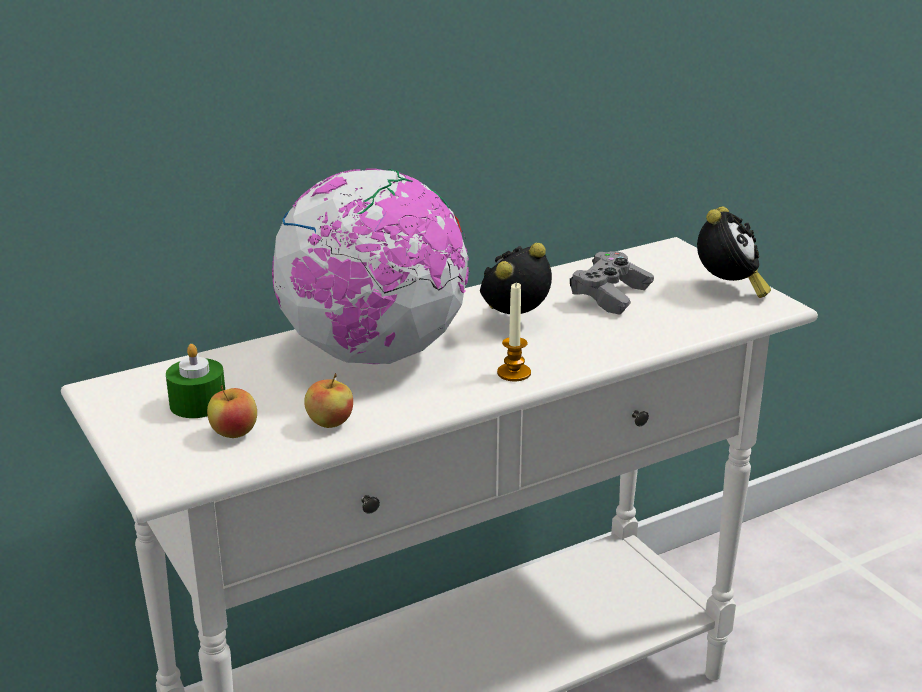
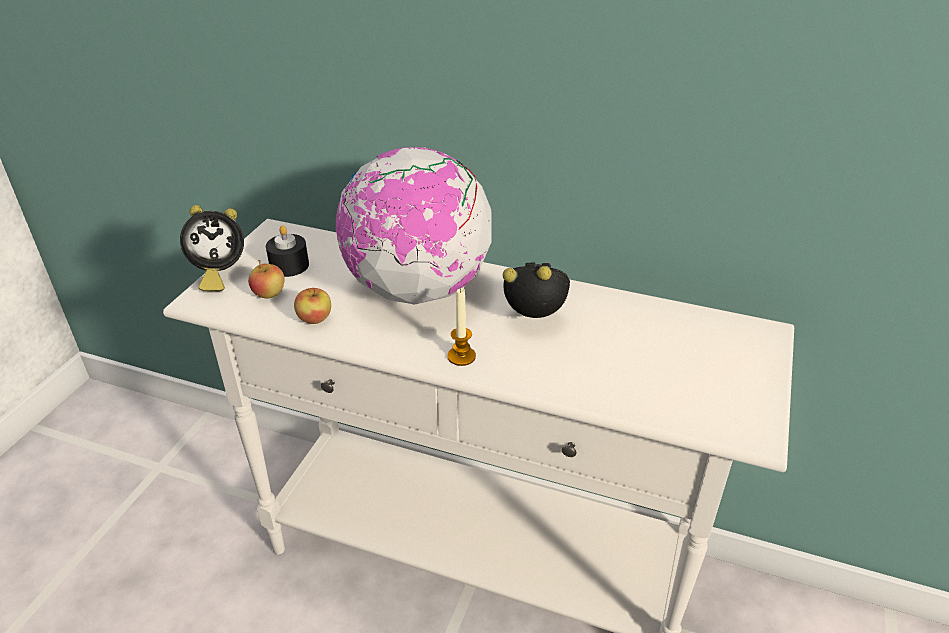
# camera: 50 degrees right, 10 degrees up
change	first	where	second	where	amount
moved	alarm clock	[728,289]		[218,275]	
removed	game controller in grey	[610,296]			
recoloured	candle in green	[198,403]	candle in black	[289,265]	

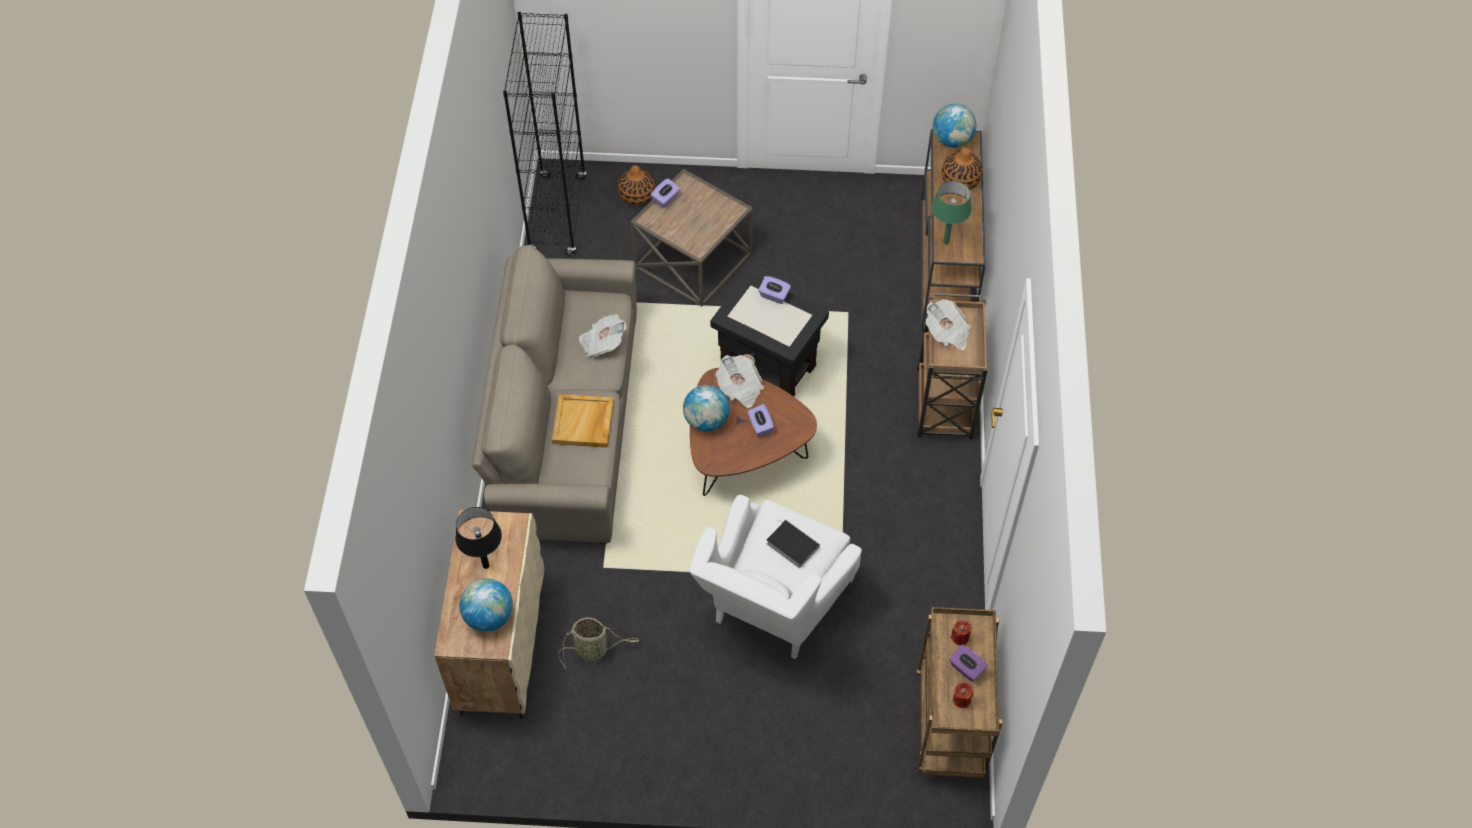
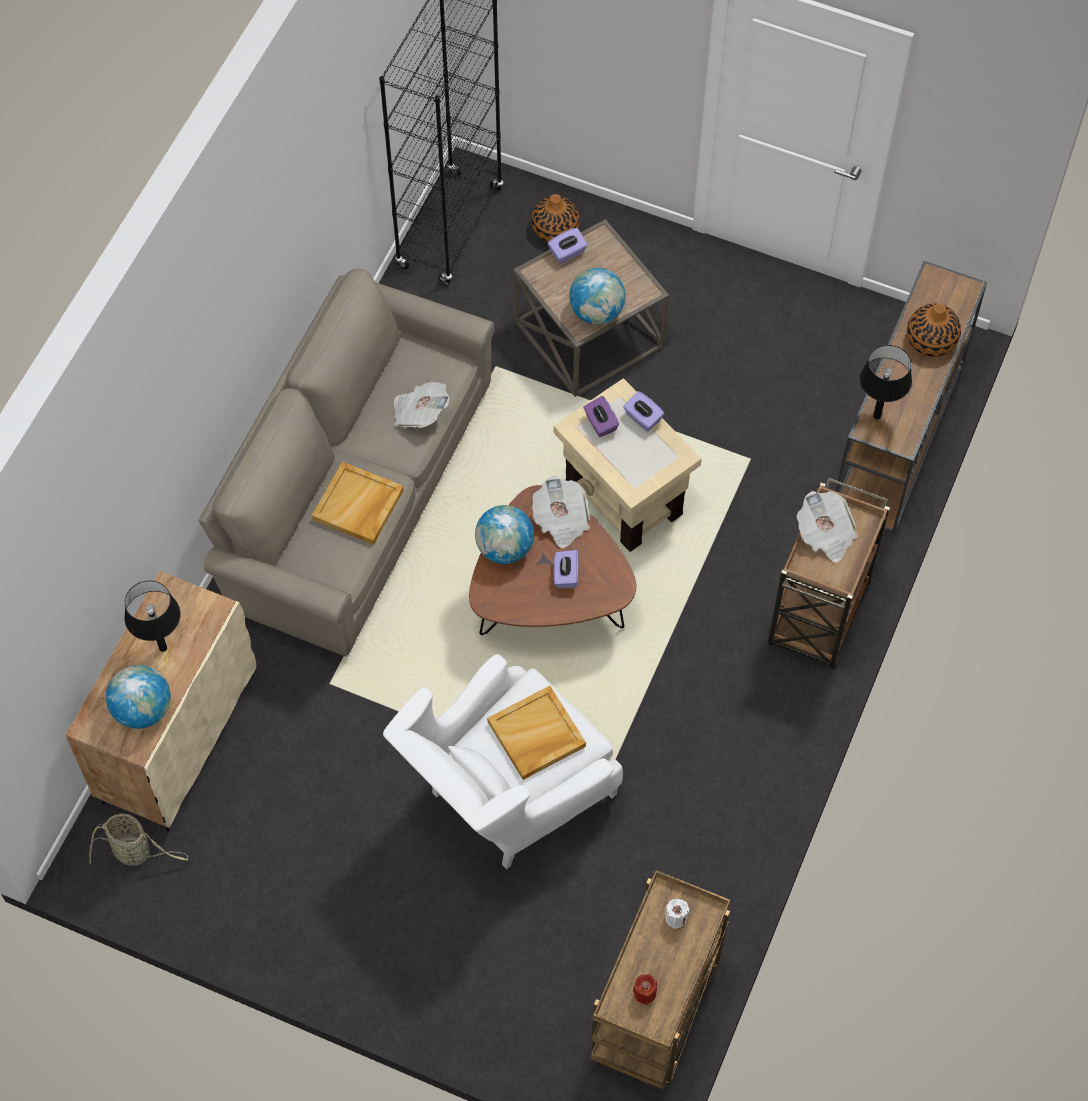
# camera: 20 degrees right, 5 degrees up
change	first	where	second	where	amount
moved	globe	[952,140]		[596,312]	
recoloured	table lamp in green	[945,242]	table lamp in black	[876,416]	
recoloured	side table in black	[768,368]	side table in beige	[622,499]	
replaced	book	[791,545]	tray in beige	[536,735]	
moved	basket	[594,650]		[135,852]	
recoloured	candle in red	[960,637]	candle in white	[676,918]	
moved	tissue box in purple	[966,668]		[600,423]	

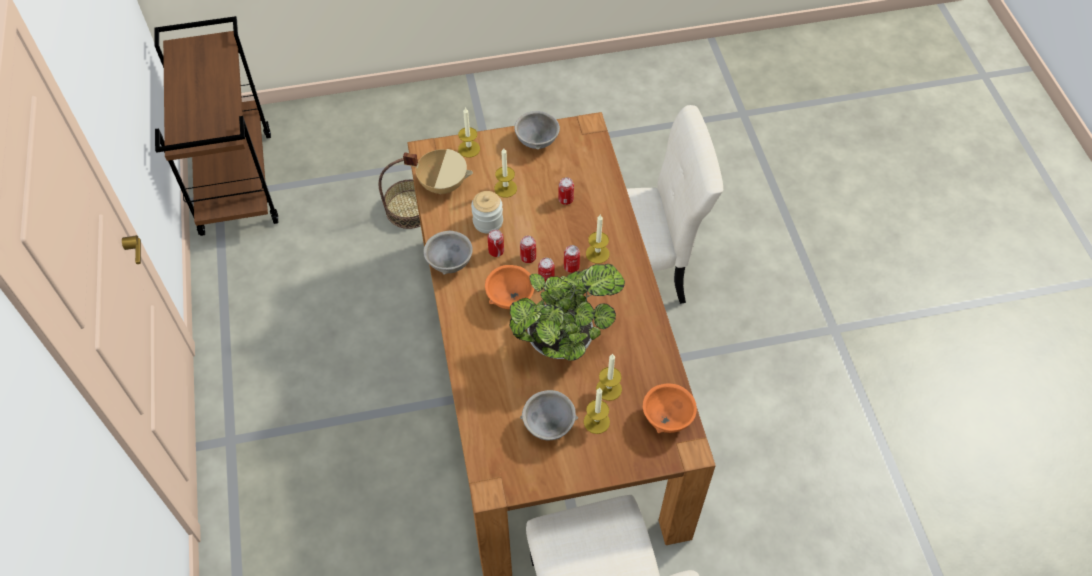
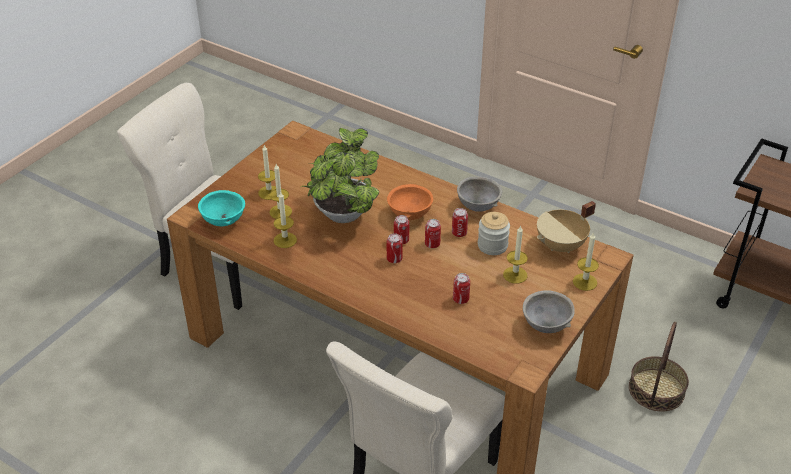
# camera: 135 degrees right, 15 degrees down
change	first	where	second	where	amount
moved	candle	[597,253]		[285,240]	
recoloured	bowl in orange	[666,418]	bowl in turquoise	[224,221]	
removed	bowl in grey	[549,426]			

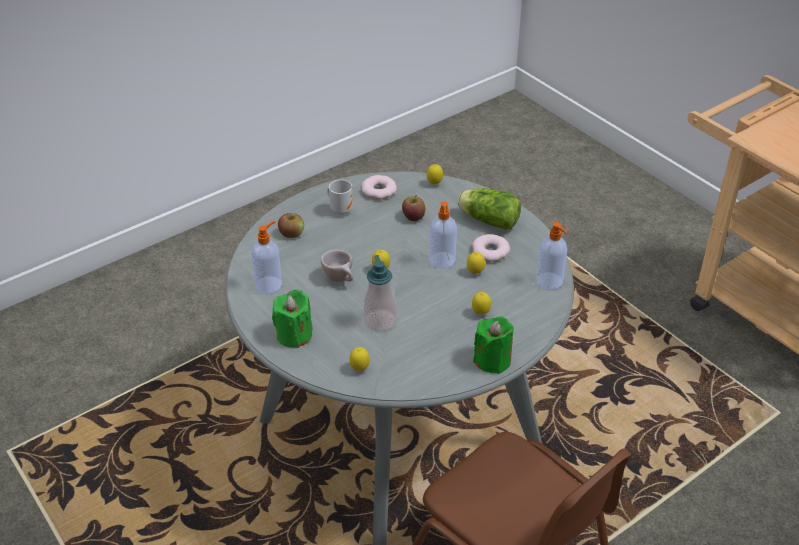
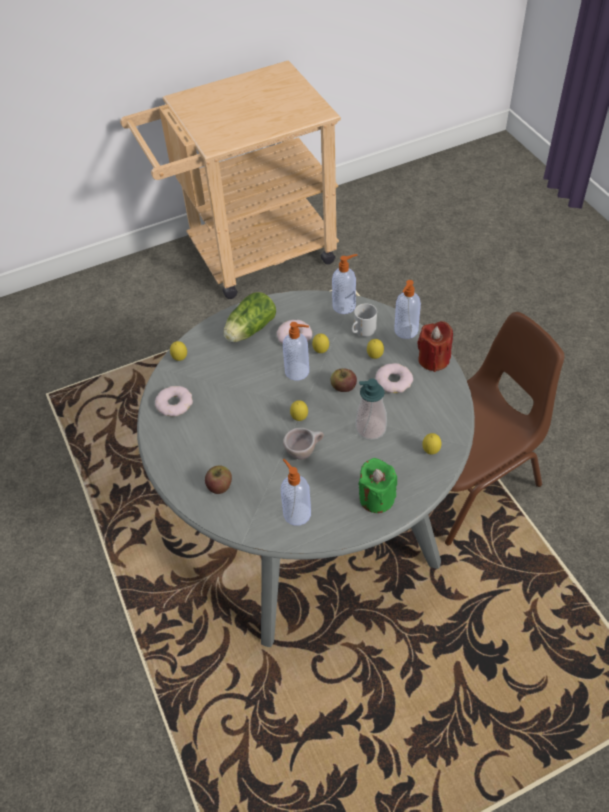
# camera: 75 degrees left, 10 degrees up
change	first	where	second	where	amount
moved	mug	[340,210]		[363,332]	
moved	apple	[413,217]		[343,387]	
recoloured	candle in green	[492,360]	candle in red	[433,359]	
added			soap dispenser	[405,331]	
added			donut	[394,381]	

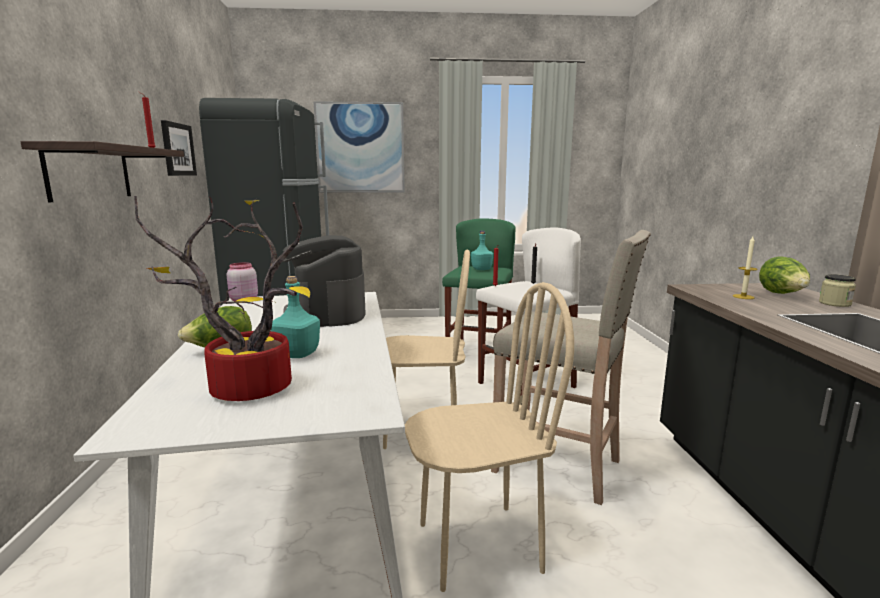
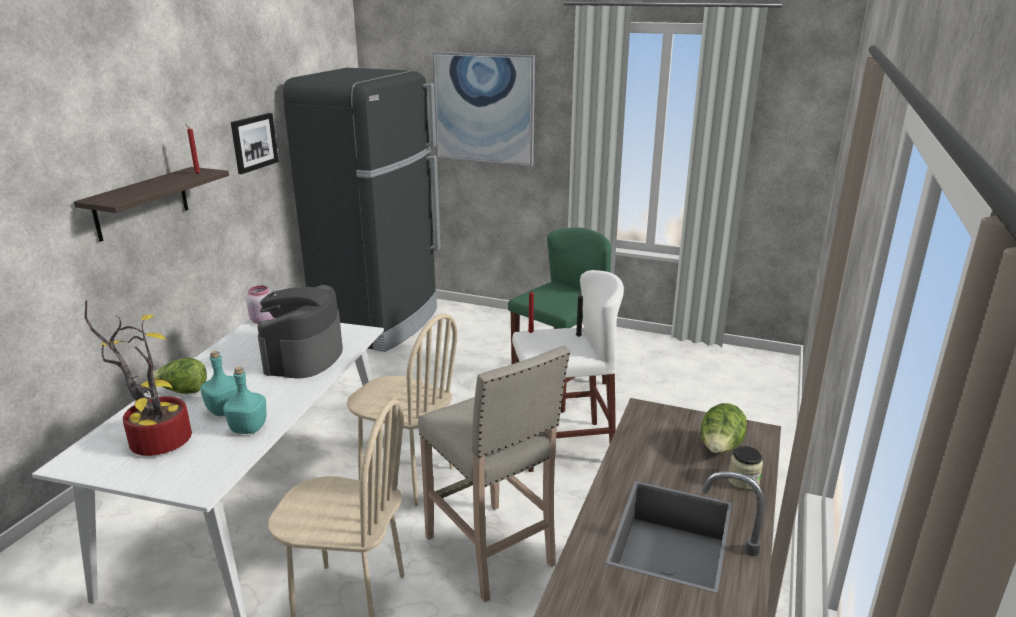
# camera: 25 degrees right, 10 degrees up
change	first	where	second	where	amount
moved	bottle in turquoise	[482,269]		[249,428]	
removed	candle	[743,297]			

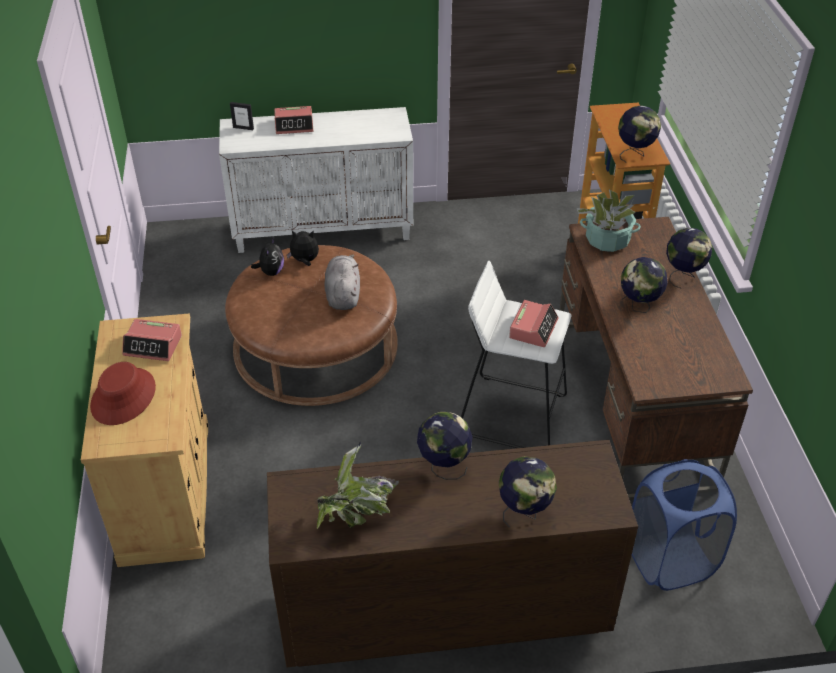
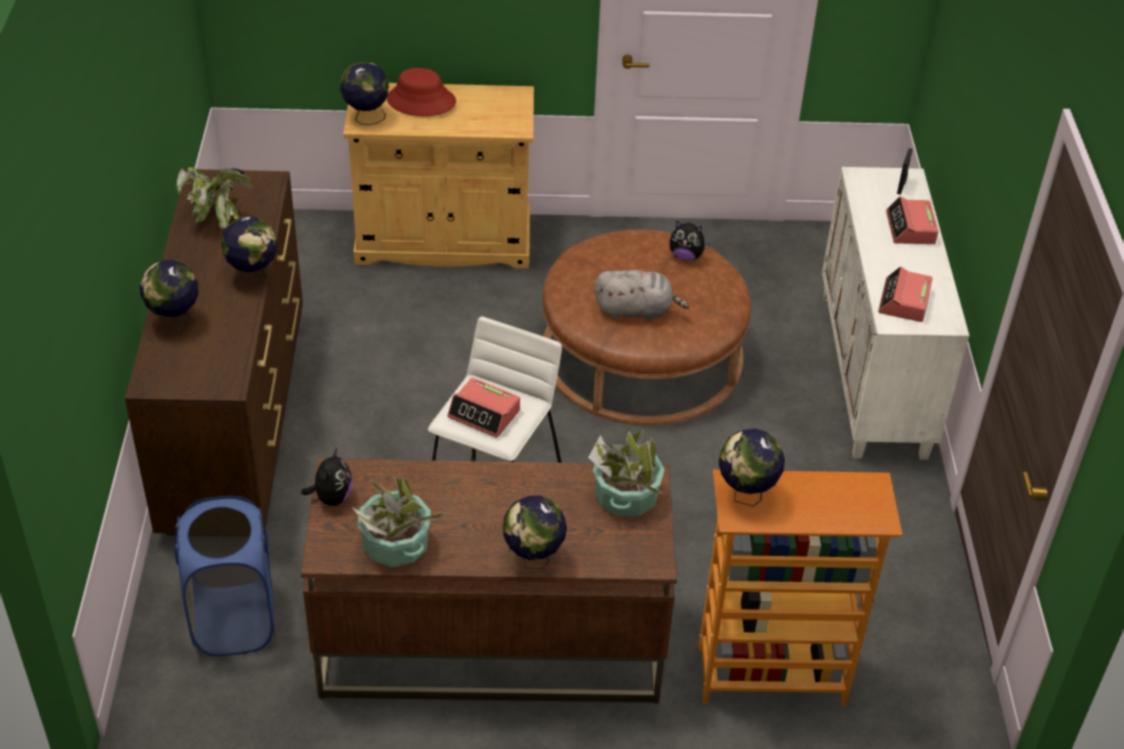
# camera: 95 degrees right, 0 degrees up
change	first	where	second	where	amount
moved	plush toy	[305,261]		[332,498]	
moved	globe	[638,306]		[366,118]	
moved	alarm clock	[153,345]		[904,301]	
added			potted plant	[395,545]	

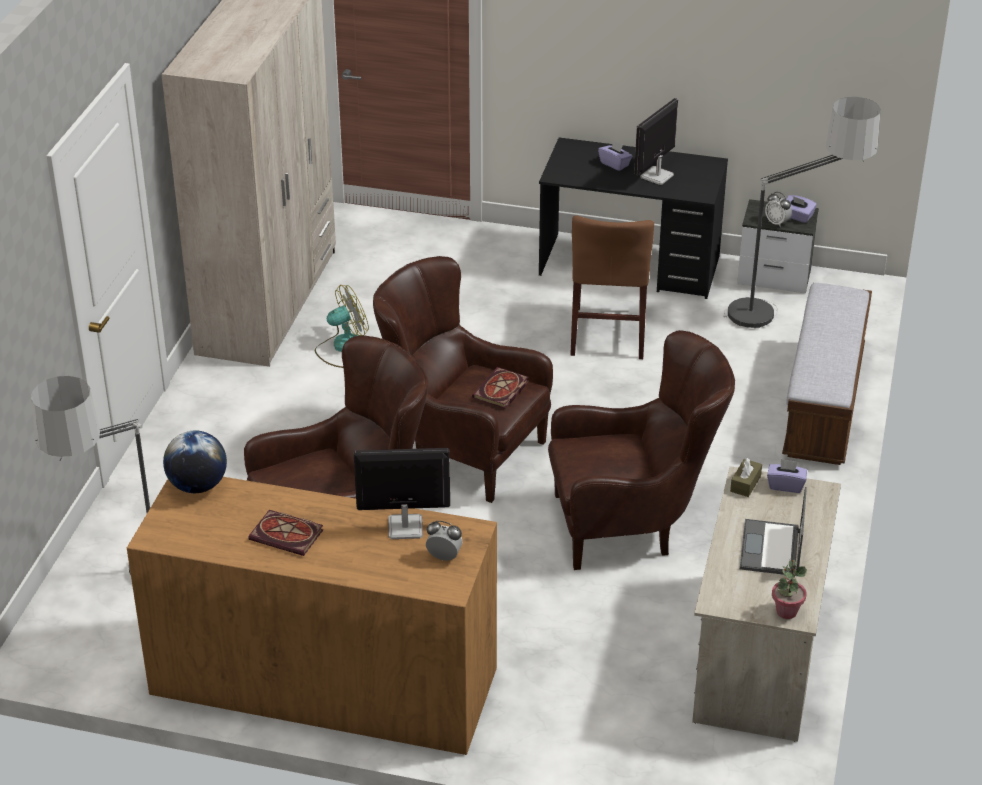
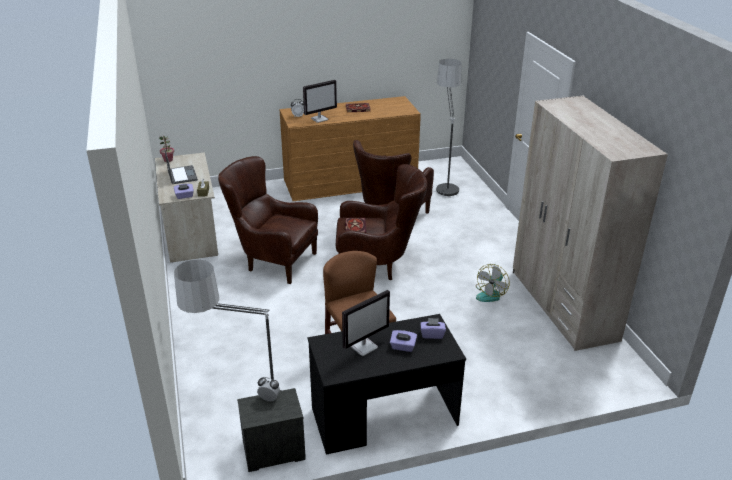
# camera: 150 degrees right, 5 degrees down
change	first	where	second	where	amount
turned	monitor	[656,176]		[364,346]	45 degrees clockwise
moved	tissue box in purple	[797,217]		[432,334]	
removed	bench	[823,403]			
turned	armchair in brown	[632,526]		[272,261]	60 degrees clockwise
removed	globe	[197,486]			

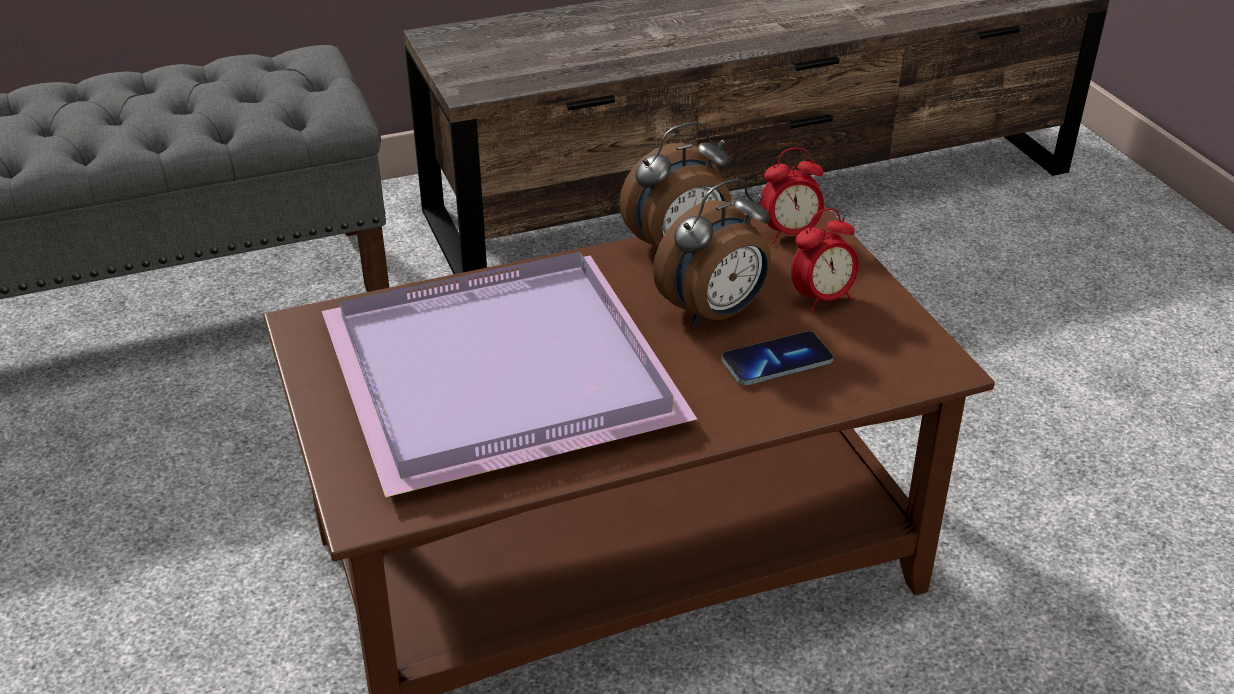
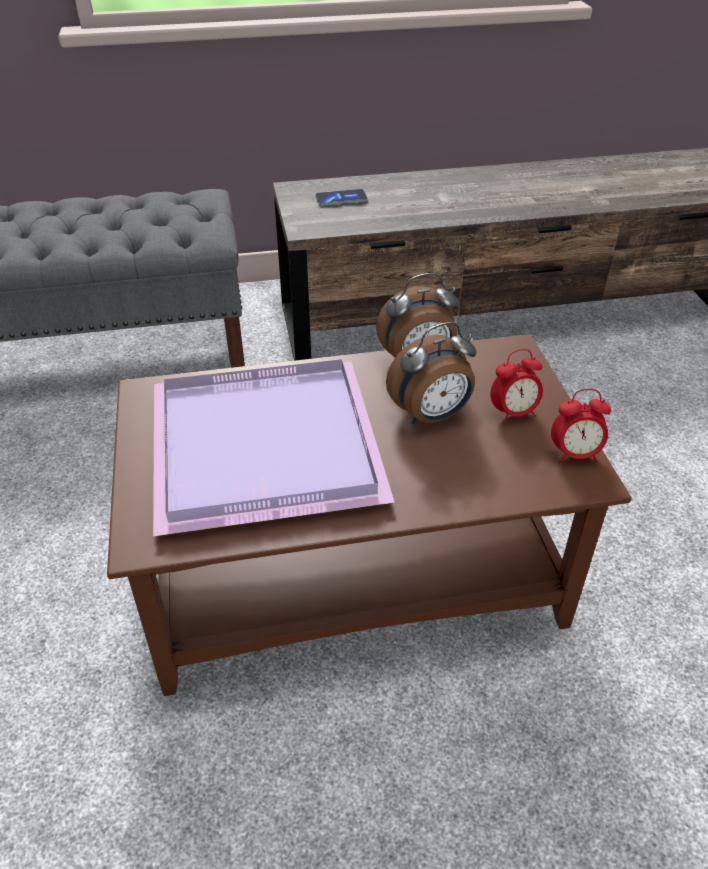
# camera: 10 degrees right, 5 degrees up
change	first	where	second	where	amount
moved	alarm clock	[790,234]		[574,455]	
moved	phone	[776,361]		[341,199]	

